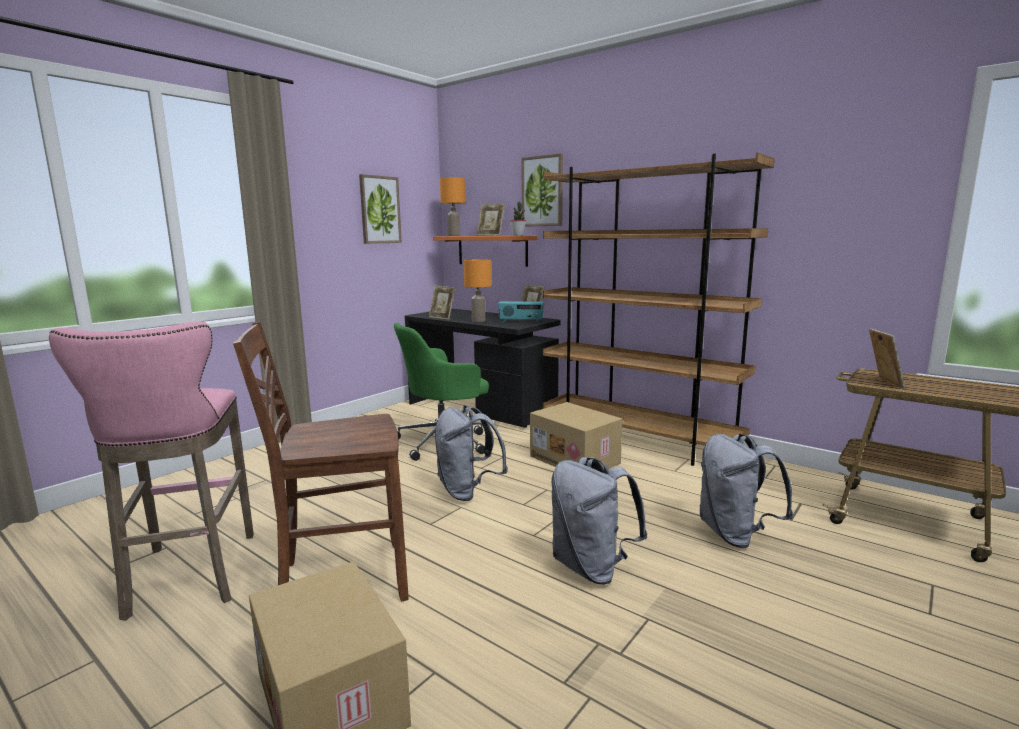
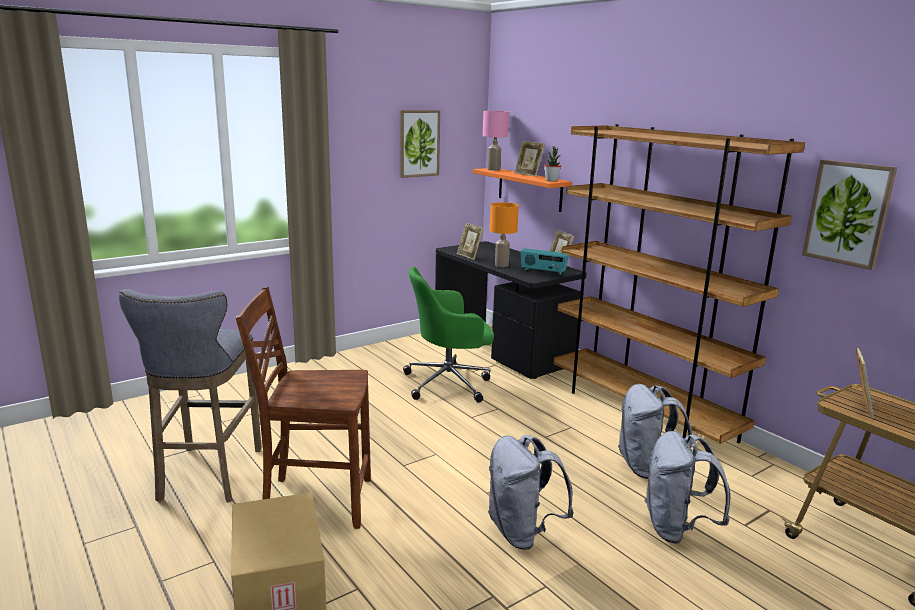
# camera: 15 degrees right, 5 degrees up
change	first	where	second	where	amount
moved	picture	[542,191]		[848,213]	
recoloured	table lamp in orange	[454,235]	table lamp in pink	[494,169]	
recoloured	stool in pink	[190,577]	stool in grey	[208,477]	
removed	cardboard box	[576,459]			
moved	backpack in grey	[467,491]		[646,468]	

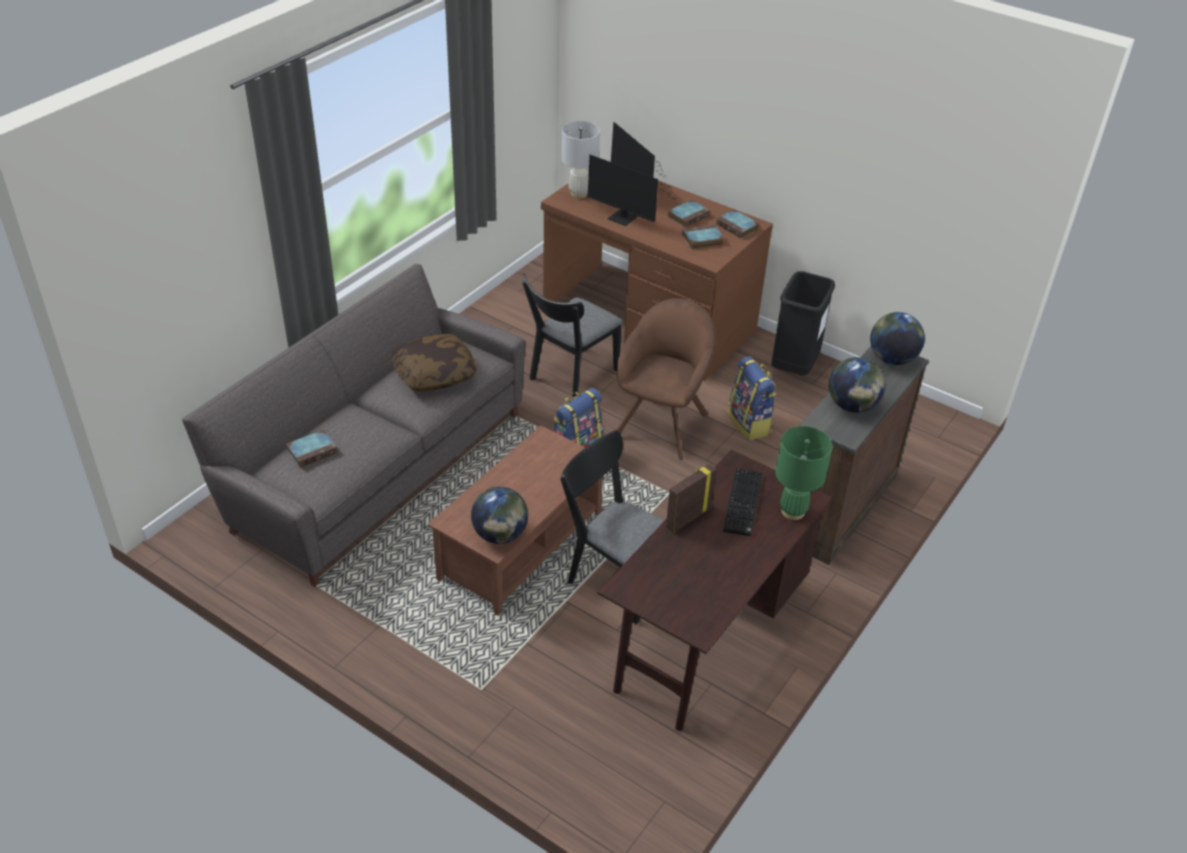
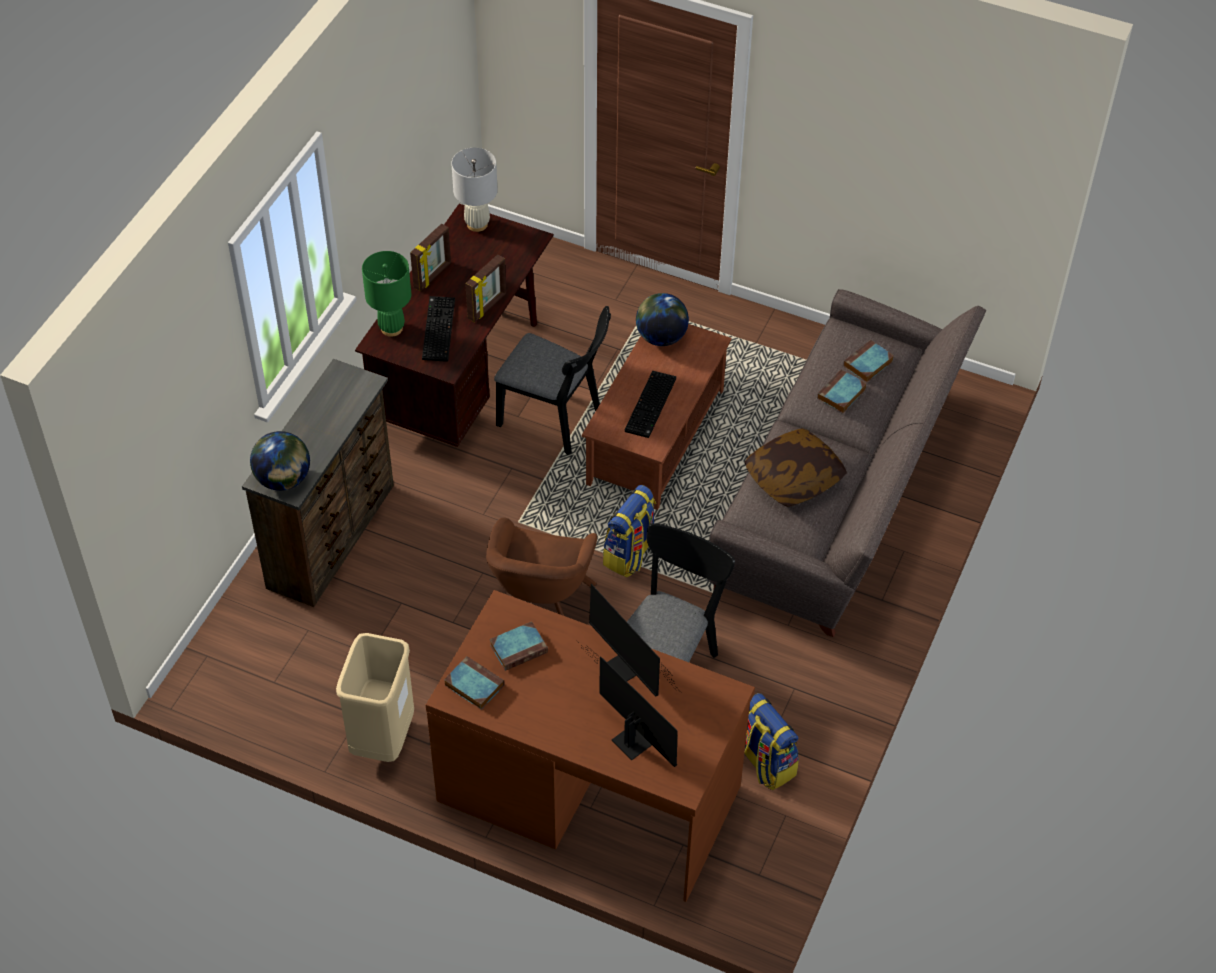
# camera: 170 degrees right, 10 degrees up
change	first	where	second	where	amount
moved	table lamp in white	[579,193]		[477,224]	
turned	monitor	[625,219]		[629,670]	150 degrees counterclockwise
moved	book	[688,216]		[841,394]	
recoloured	trash can in black	[794,368]	trash can in beige	[383,738]	
moved	backpack	[750,423]		[765,763]	
removed	globe	[852,406]			
added			picture frame	[433,276]	
added			keyboard	[651,406]	

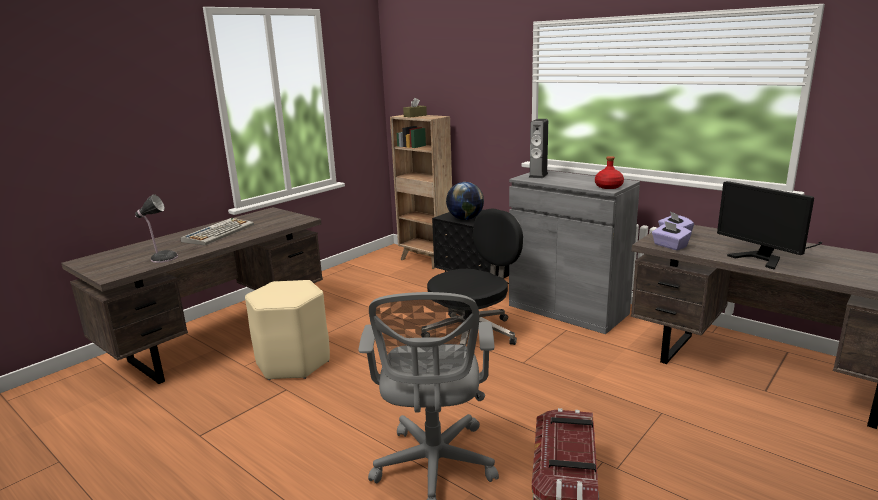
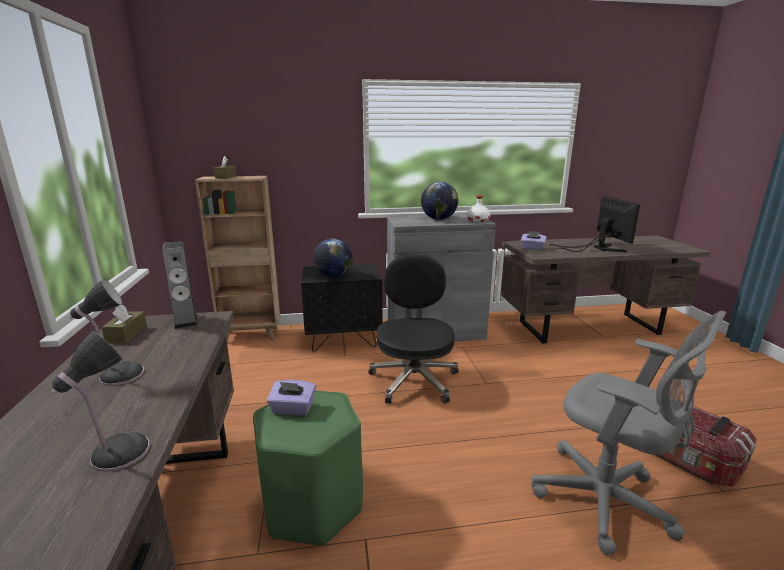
# camera: 50 degrees left, 0 degrees up
change	first	where	second	where	amount
moved	speaker	[538,175]		[186,321]	
recoloured	bottle in red	[608,187]	bottle in white	[478,220]	
turned	monitor	[767,256]		[598,248]	105 degrees counterclockwise
replaced	keyboard	[219,233]	table lamp	[119,375]	
moved	tissue box in purple	[670,246]		[292,409]	
recoloured	stool in beige	[293,363]	stool in green	[313,505]	
added			globe	[438,219]	
added			tissue box in brown	[126,334]	

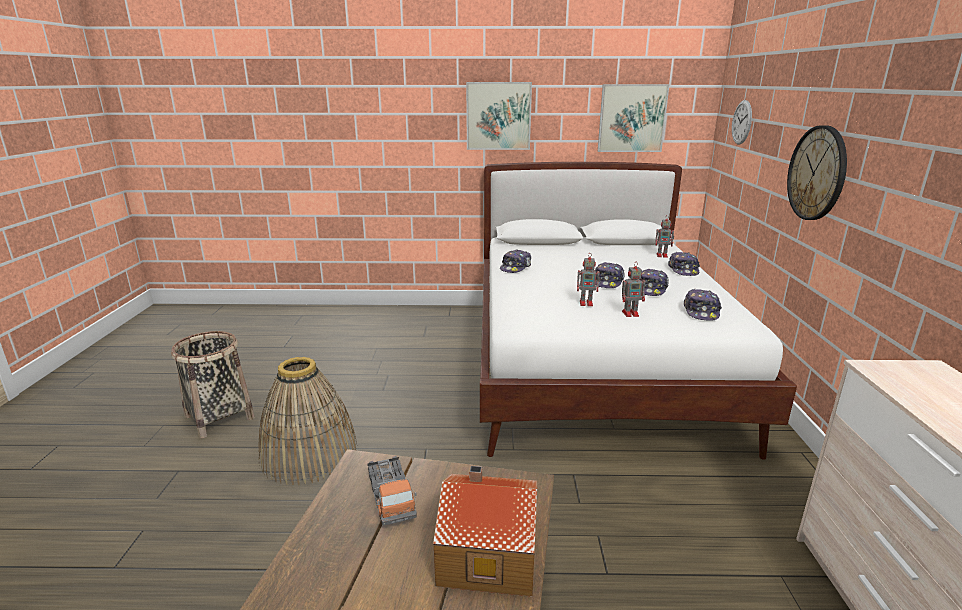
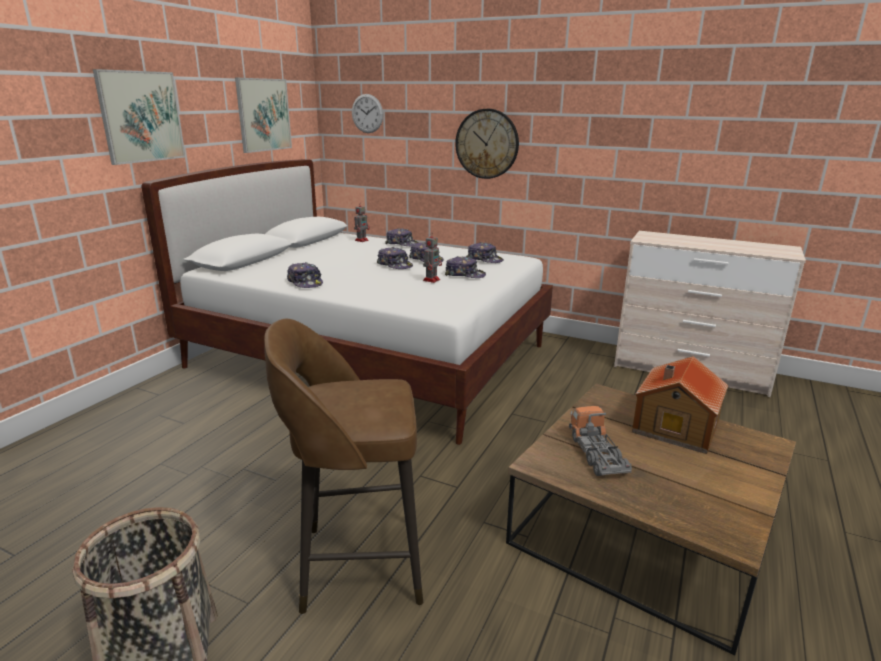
# camera: 65 degrees left, 0 degrees up
change	first	where	second	where	amount
replaced	toy robot	[631,313]	cap	[465,275]	
replaced	basket	[309,453]	stool in brown	[357,564]	
turned	toy truck	[391,497]		[597,454]	105 degrees counterclockwise

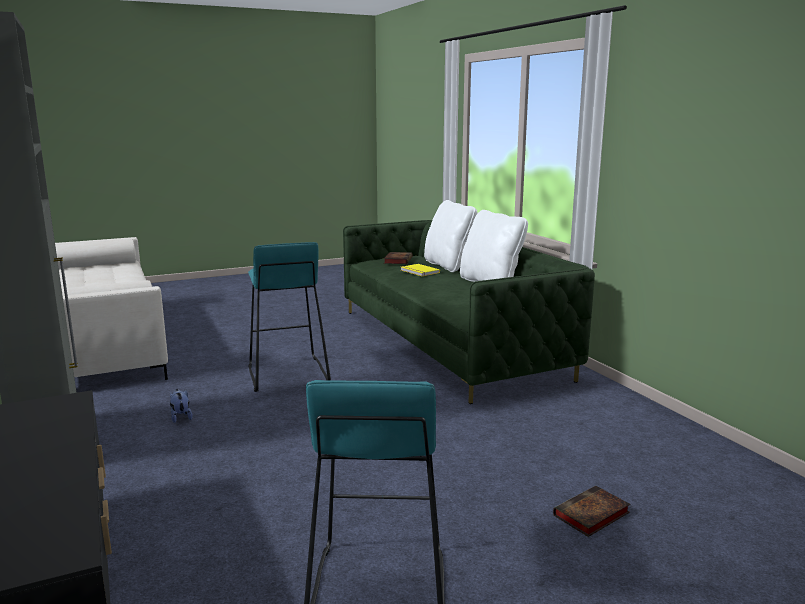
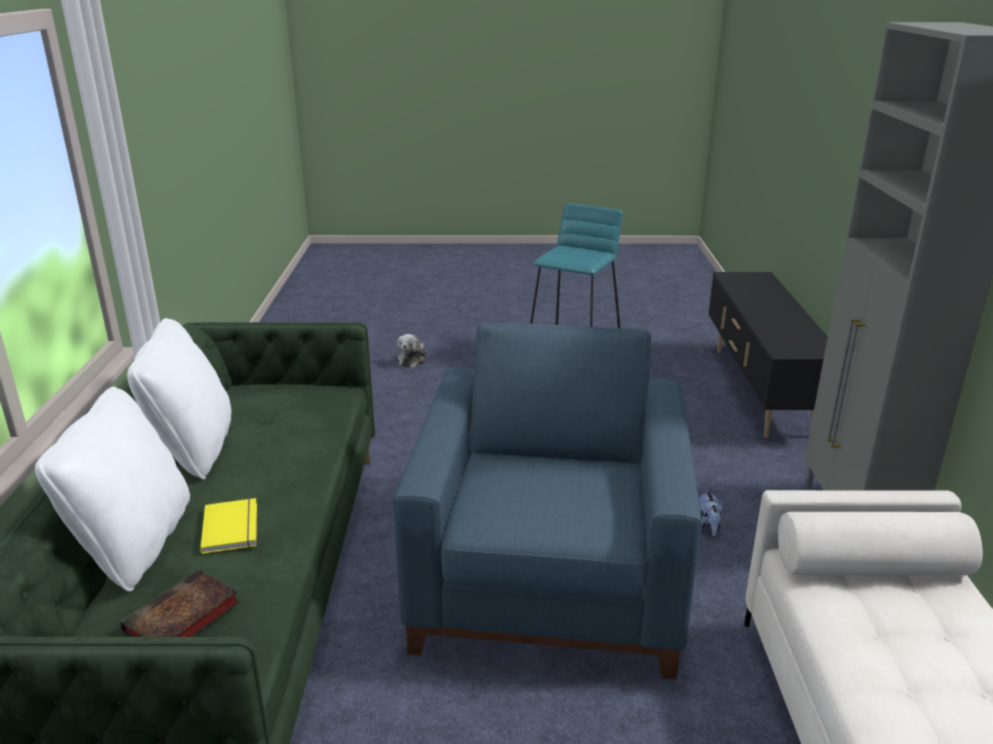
# camera: 155 degrees left, 10 degrees up
change	first	where	second	where	amount
replaced	stool in turquoise	[287,374]	armchair in blue	[550,581]	
replaced	book	[590,515]	plush toy	[413,360]	

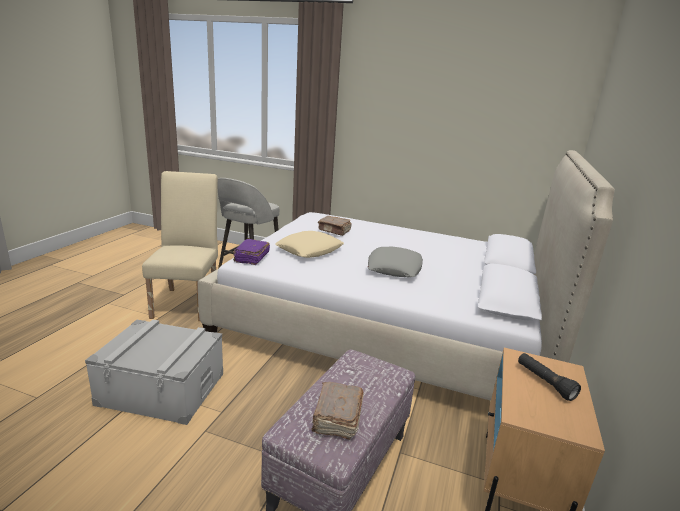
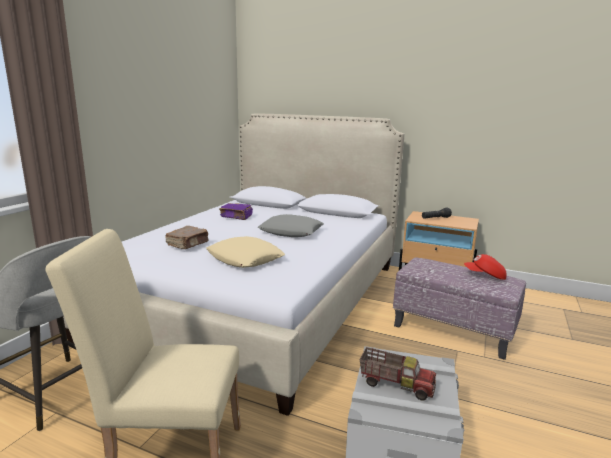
# camera: 85 degrees left, 5 degrees down
change	first	where	second	where	amount
moved	book in purple	[251,258]		[236,217]	
replaced	book in brown	[337,418]	cap in red	[485,276]	
added			toy truck	[396,384]	

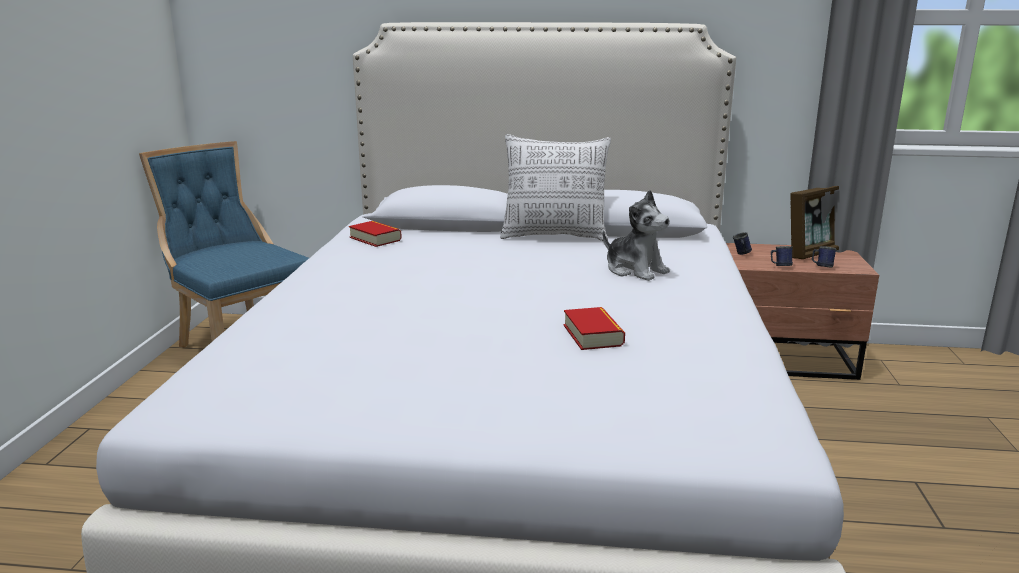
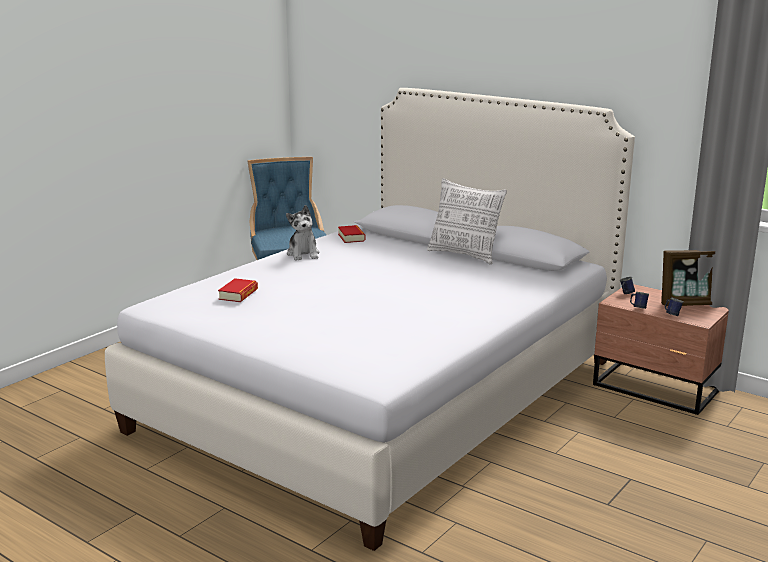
# camera: 30 degrees right, 0 degrees up
change	first	where	second	where	amount
moved	plush toy	[635,270]		[303,254]	
moved	book	[593,335]		[238,294]	

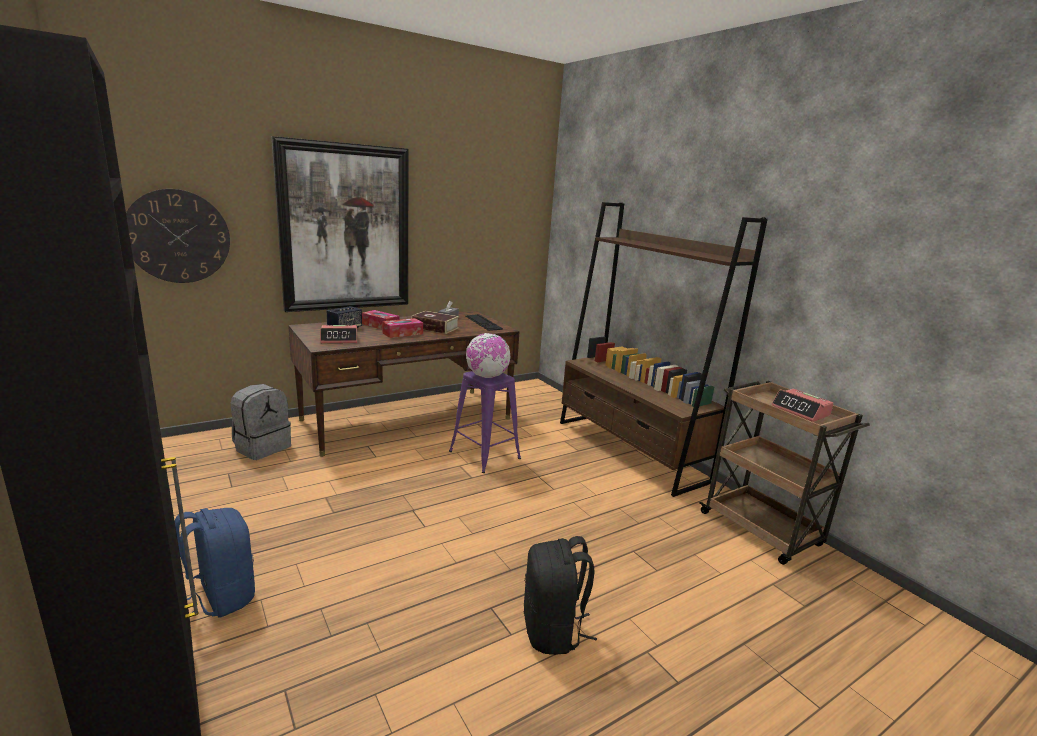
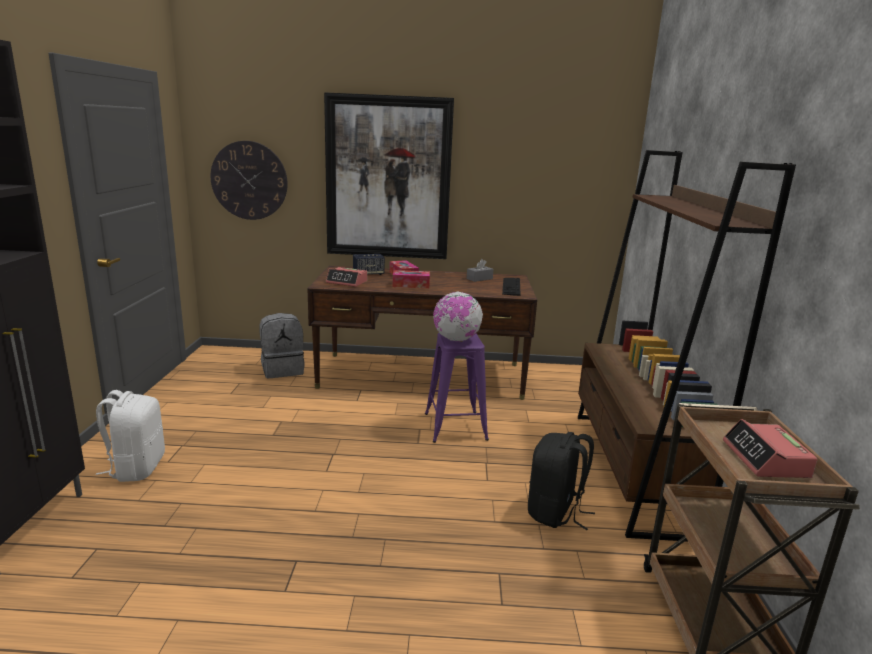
# camera: 35 degrees right, 0 degrees up
change	first	where	second	where	amount
removed	book	[435,328]			
recoloured	backpack in blue	[220,597]	backpack in white	[136,468]	
moved	backpack in black	[553,631]		[555,512]	

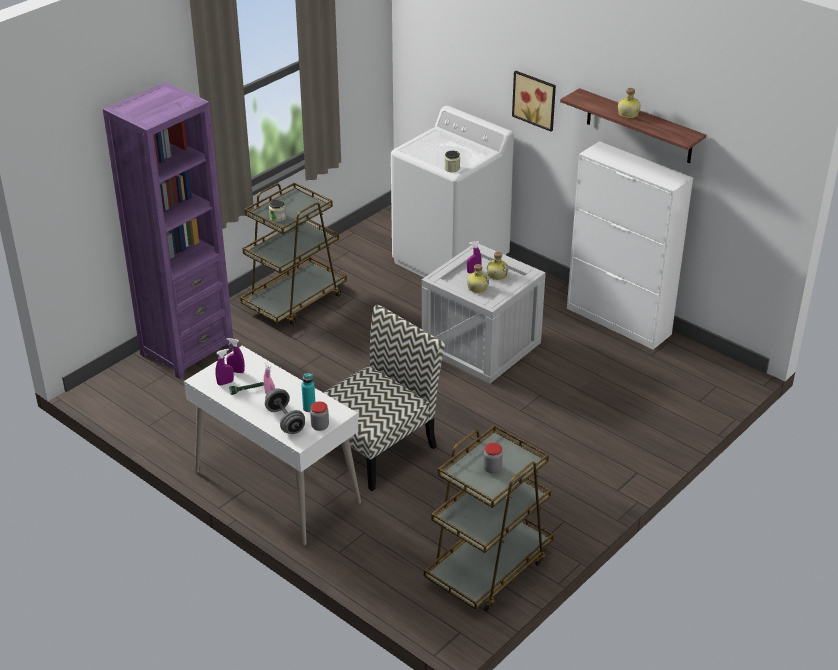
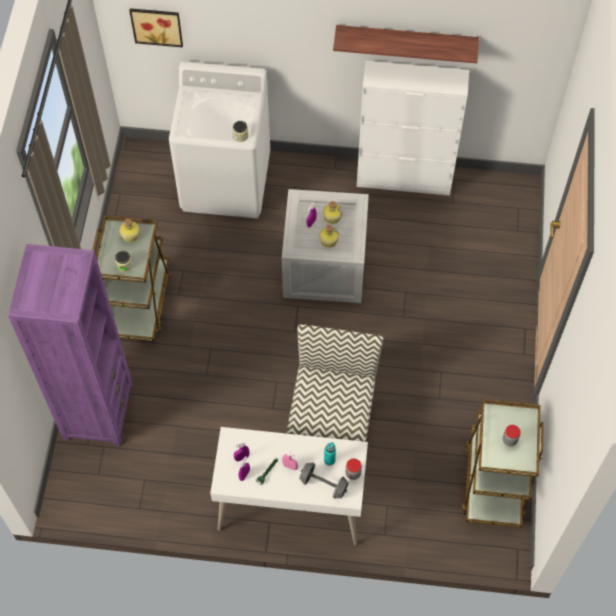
# camera: 35 degrees left, 25 degrees up
change	first	where	second	where	amount
moved	picture	[535,99]		[157,25]	
moved	bottle	[627,114]		[130,235]	

